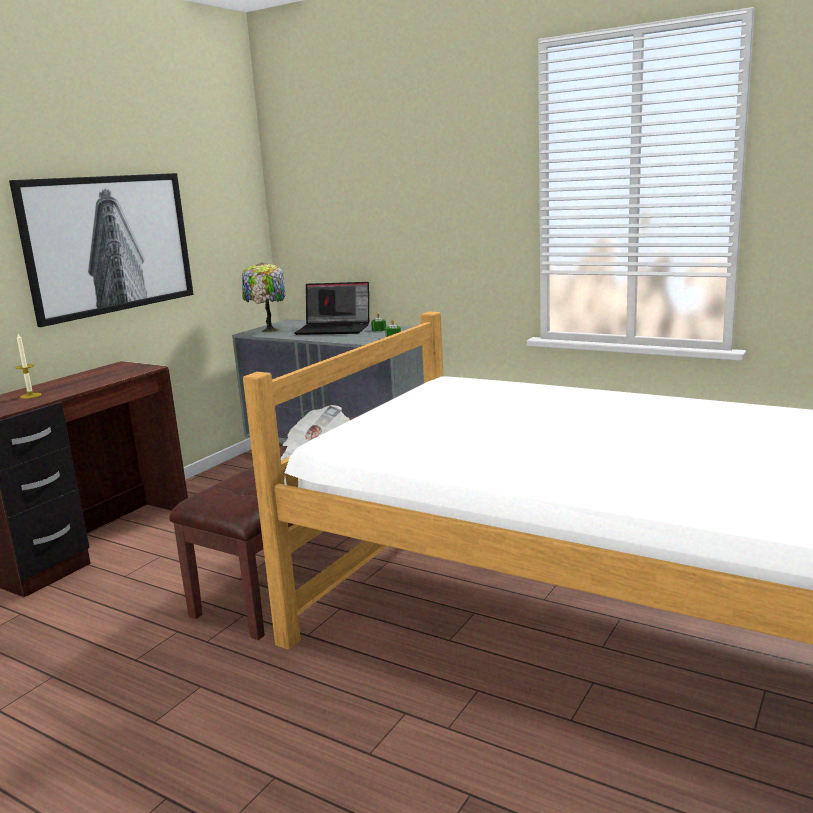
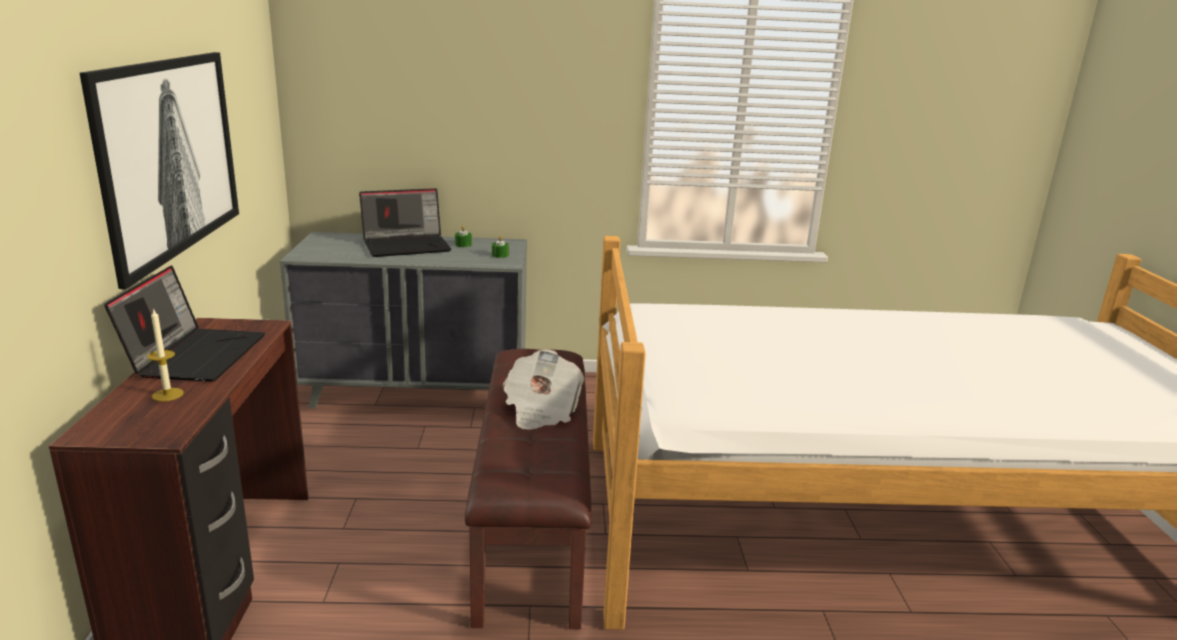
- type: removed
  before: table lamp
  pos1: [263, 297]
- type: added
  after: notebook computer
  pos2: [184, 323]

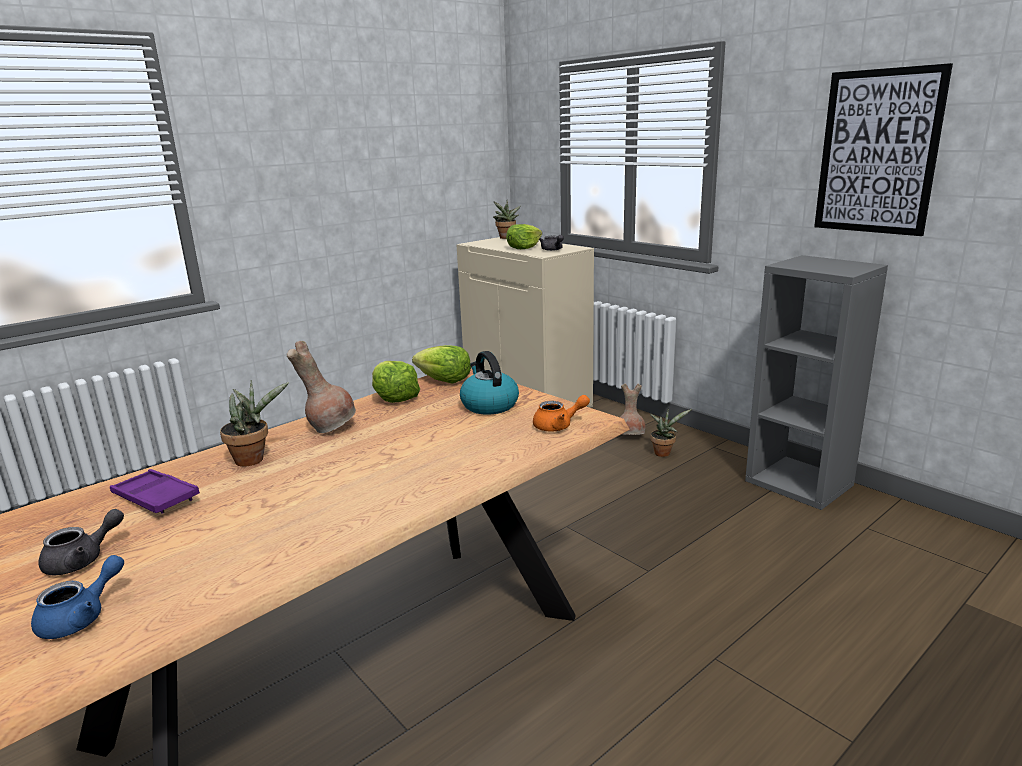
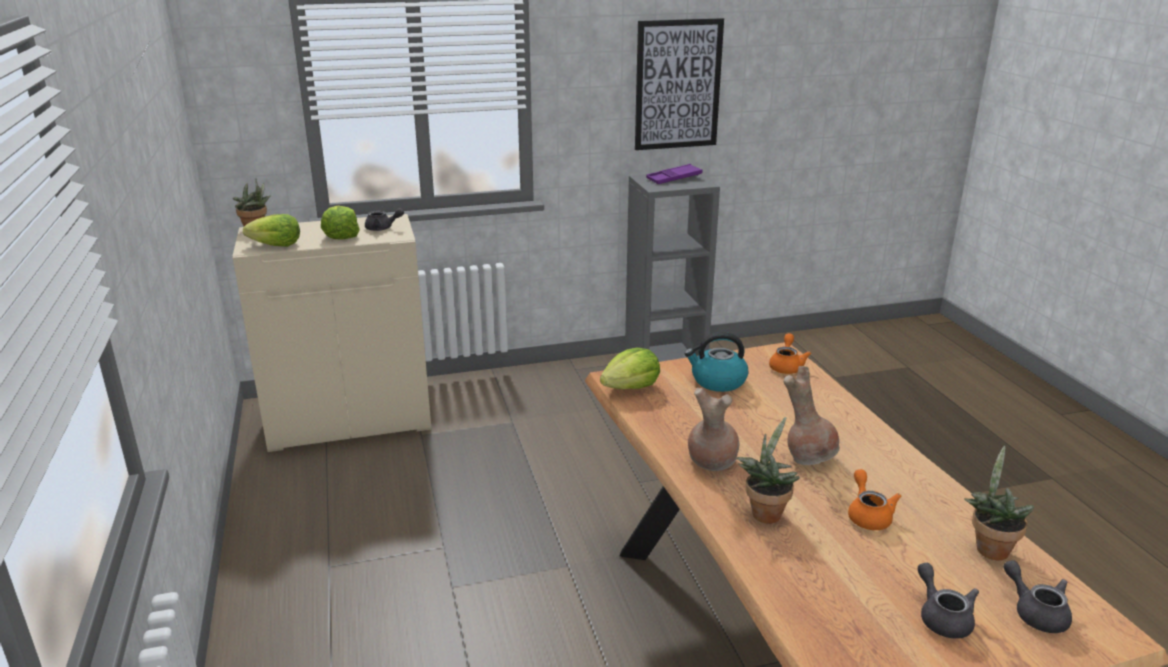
- type: added
  after: orange-coloured pot for tea
  pos2: [874, 499]
- type: moved
  before: purple carrying tray
  pos1: [155, 491]
  pos2: [674, 174]
- type: moved
  before: lettuce
  pos1: [396, 382]
  pos2: [271, 230]
- type: moved
  before: brown vase
  pos1: [632, 409]
  pos2: [811, 415]
- type: moved
  before: potted plant
  pos1: [671, 432]
  pos2: [999, 503]
- type: recoloured
  before: blue-coloured pot for tea
  after: greyish pot for tea
  pos1: [77, 597]
  pos2: [1037, 596]

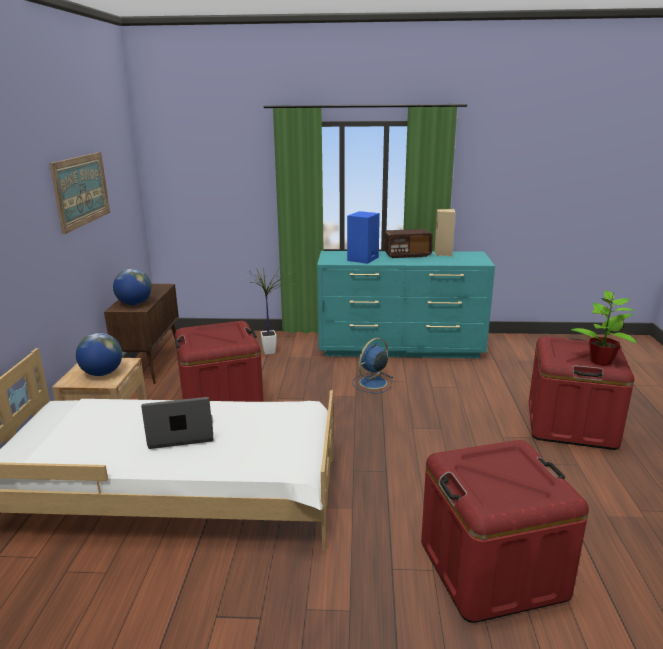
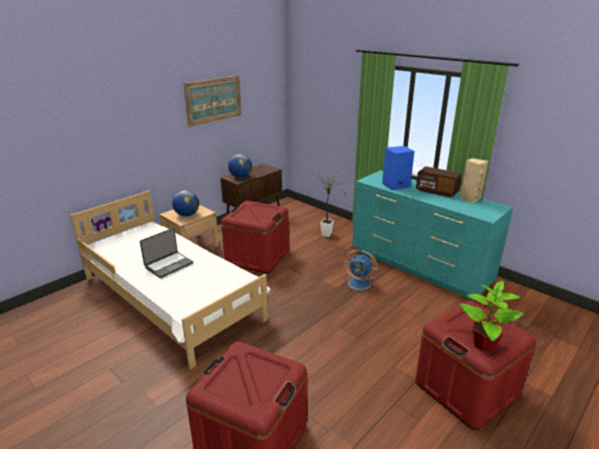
- type: turned
  before: notebook computer
  pos1: [177, 423]
  pos2: [166, 253]
  turn: 105
- type: turned
  before: blue-coloured fan
  pos1: [373, 365]
  pos2: [360, 271]
  turn: -150

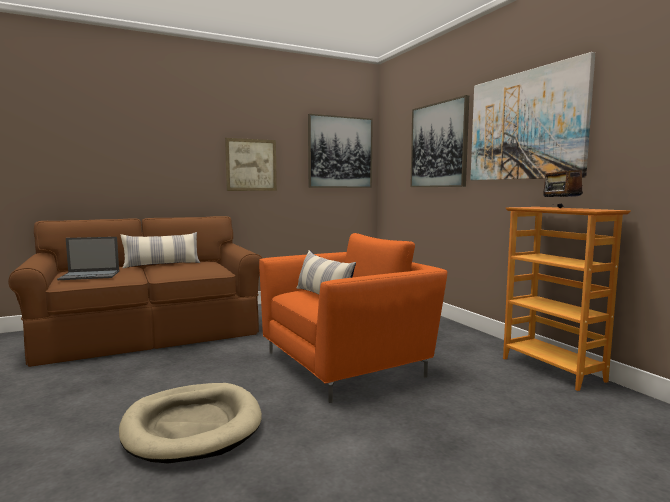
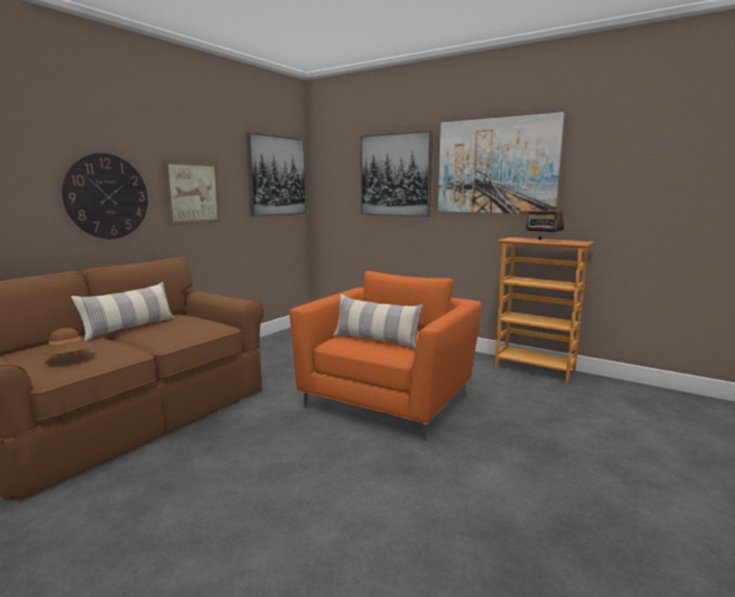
- type: removed
  before: beige-coloured dog bed
  pos1: [190, 423]
- type: added
  after: wall clock
  pos2: [105, 196]
- type: replaced
  before: notebook computer
  after: brown clothing hat
  pos1: [88, 258]
  pos2: [66, 341]

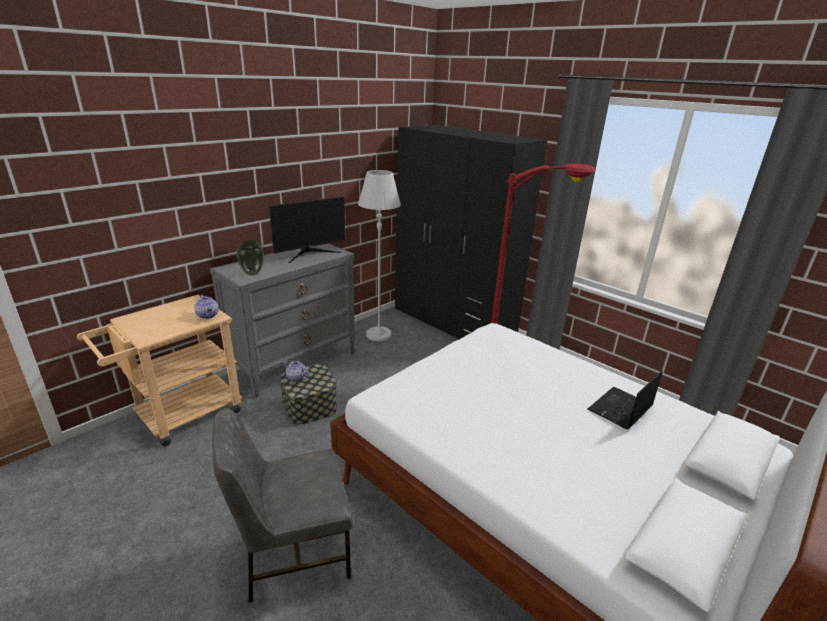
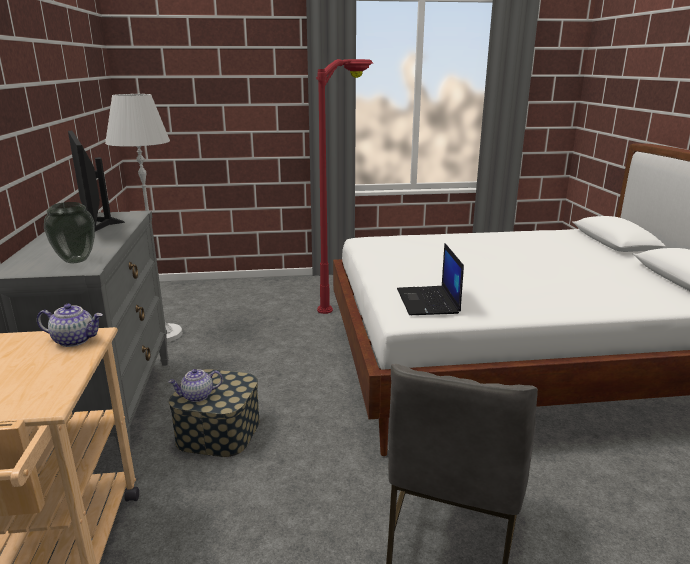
- type: removed
  before: black wardrobe
  pos1: [471, 232]
- type: moved
  before: notebook computer
  pos1: [625, 400]
  pos2: [430, 279]
- type: turned
  before: computer display
  pos1: [307, 229]
  pos2: [96, 181]
  turn: 150

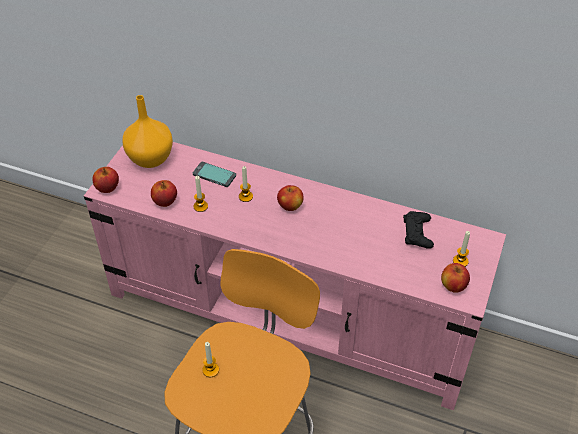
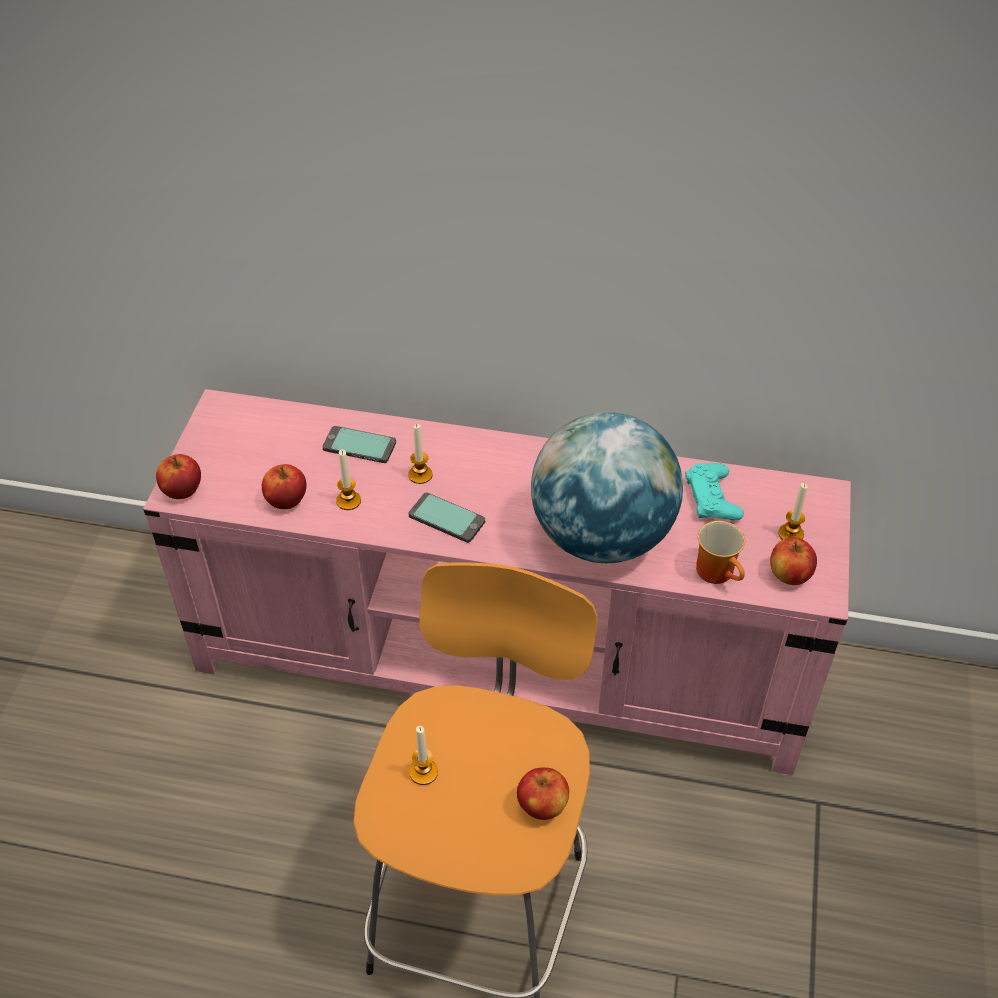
- type: removed
  before: orange-coloured vase
  pos1: [147, 131]
- type: added
  after: telephone
  pos2: [446, 517]
- type: added
  after: desk globe
  pos2: [607, 487]
- type: added
  after: coffee mug
  pos2: [720, 552]
- type: moved
  before: whole apple
  pos1: [290, 198]
  pos2: [543, 794]
- type: recoloured
  before: black gamepad
  after: blue-green gamepad
  pos1: [418, 230]
  pos2: [714, 492]

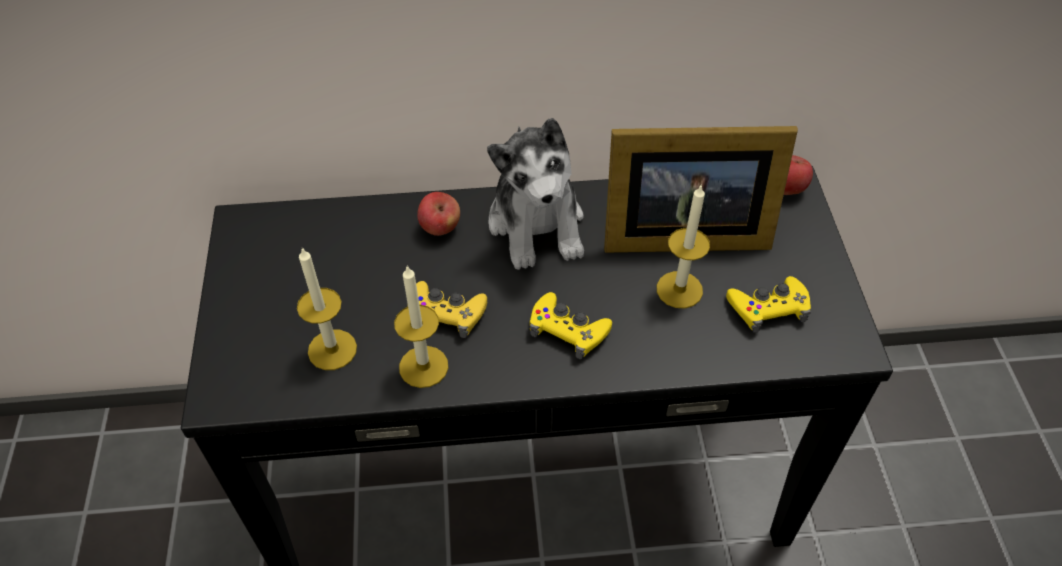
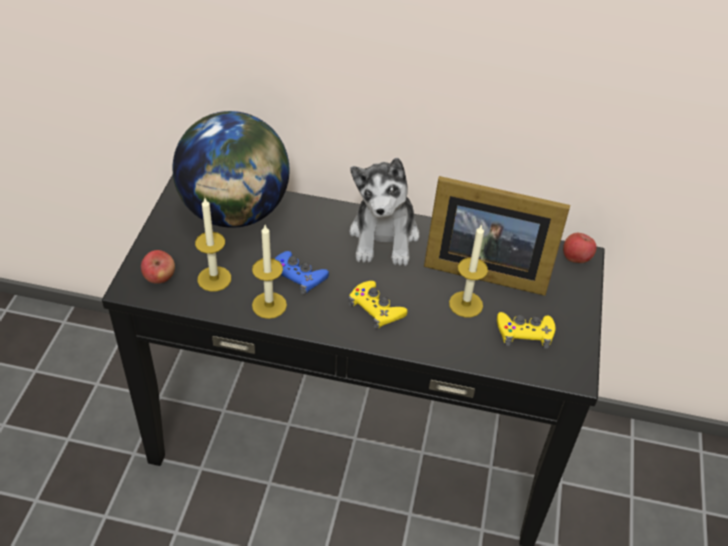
- type: added
  after: desk globe
  pos2: [231, 169]
- type: moved
  before: whole apple
  pos1: [438, 214]
  pos2: [158, 267]
- type: recoloured
  before: yellow gamepad
  after: blue-coloured gamepad
  pos1: [447, 309]
  pos2: [301, 273]

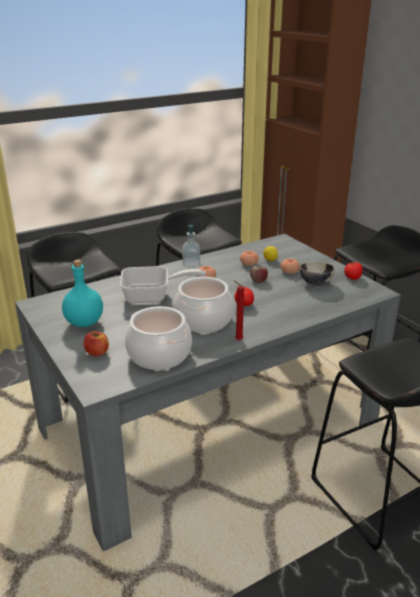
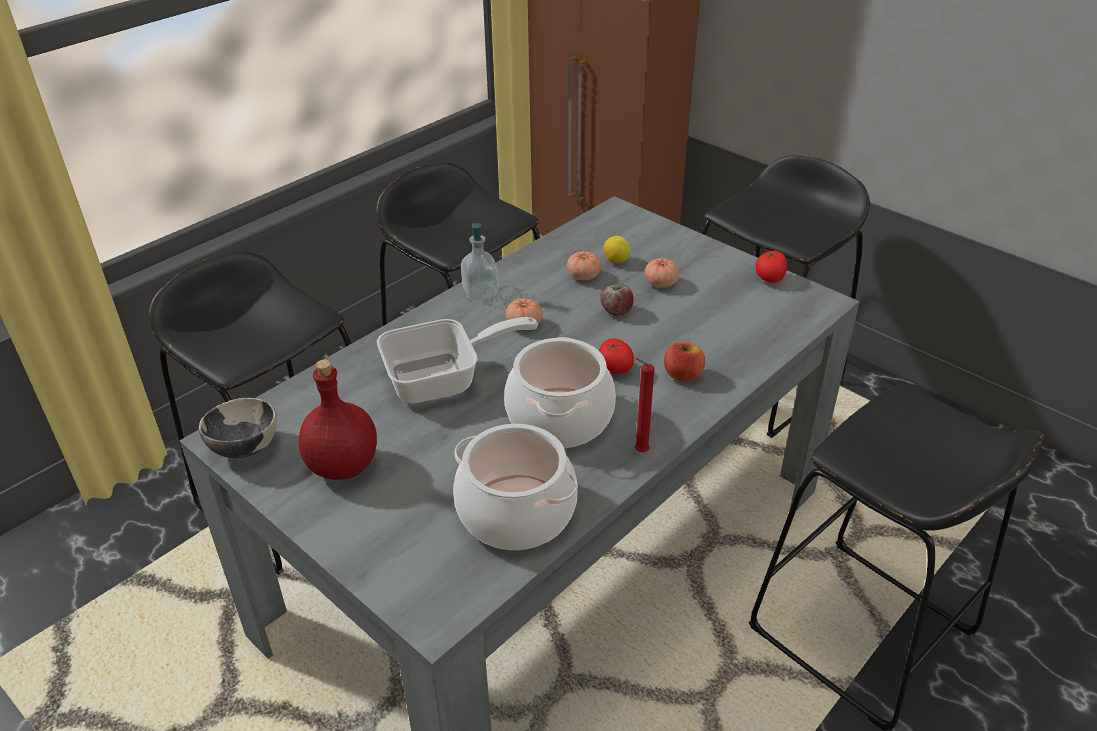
- type: moved
  before: whole apple
  pos1: [96, 343]
  pos2: [684, 362]
- type: moved
  before: bowl
  pos1: [317, 274]
  pos2: [238, 428]
- type: recoloured
  before: blue-green drink bottle
  after: reddish drink bottle
  pos1: [82, 293]
  pos2: [338, 419]

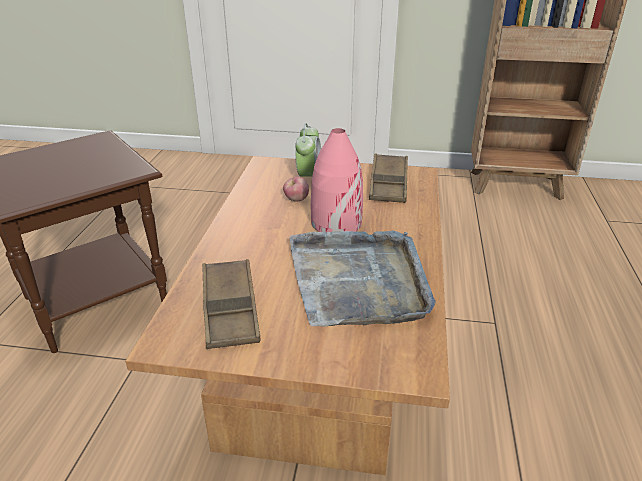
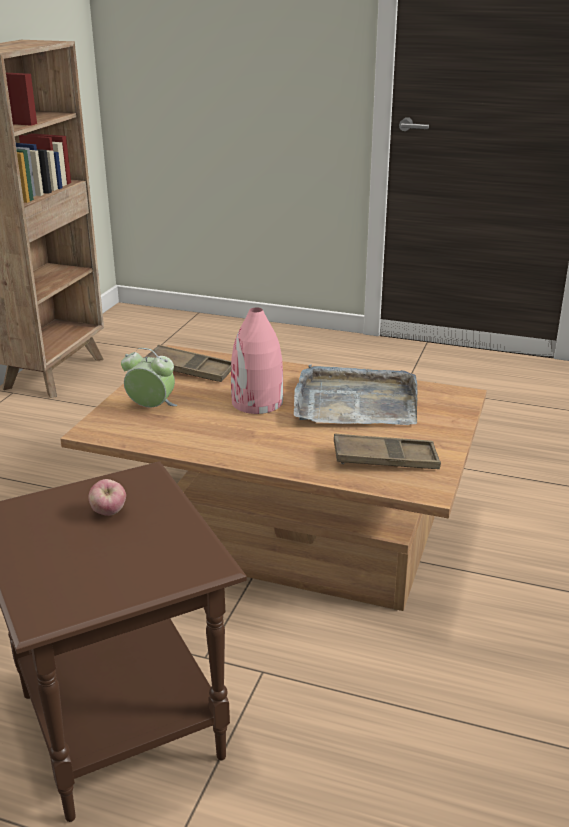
- type: moved
  before: whole apple
  pos1: [296, 189]
  pos2: [107, 497]

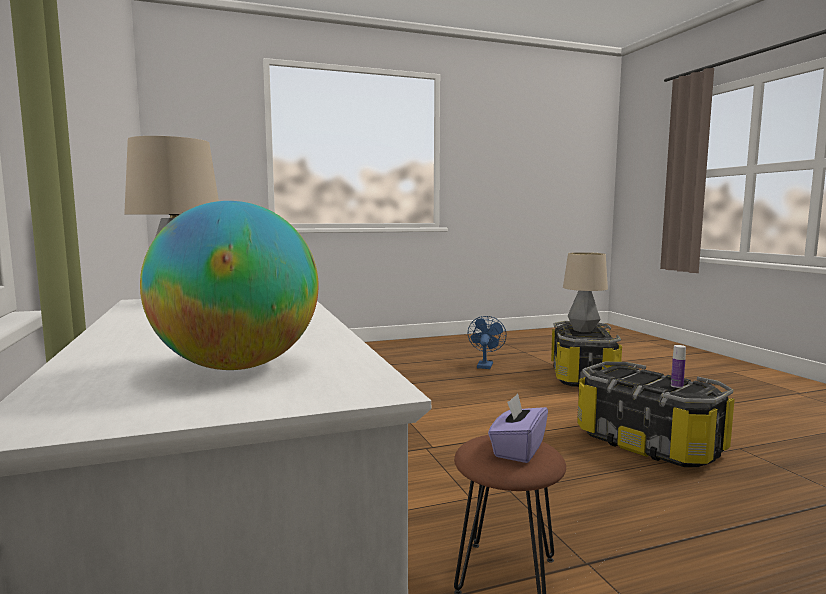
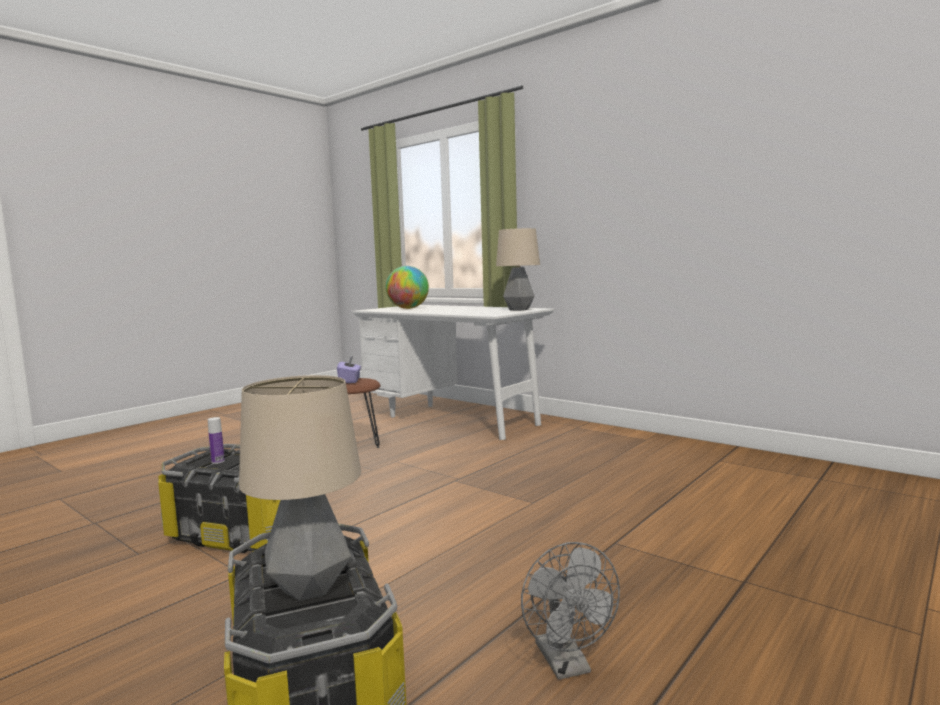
- type: recoloured
  before: blue-coloured fan
  after: greyish fan
  pos1: [487, 342]
  pos2: [570, 611]

